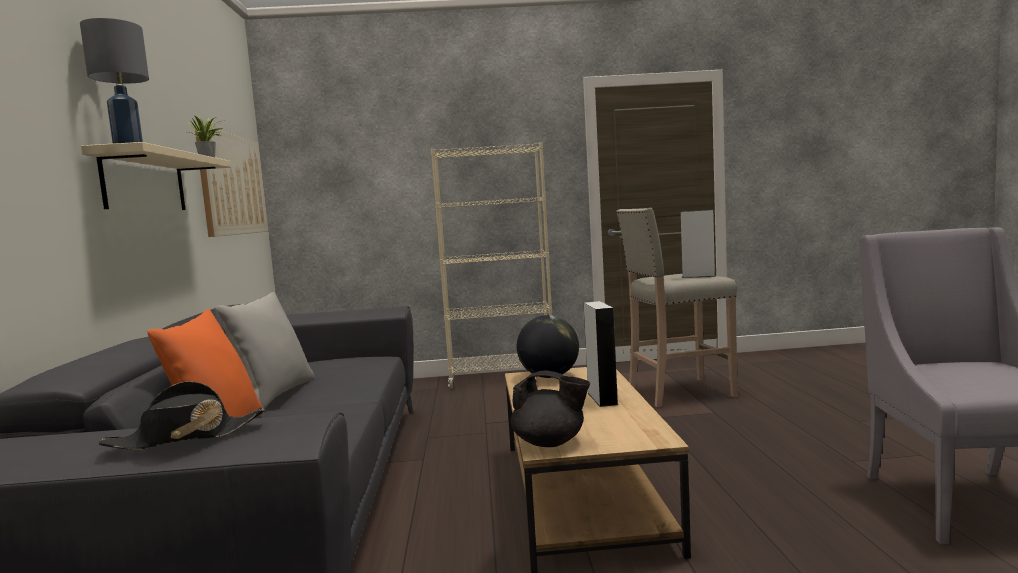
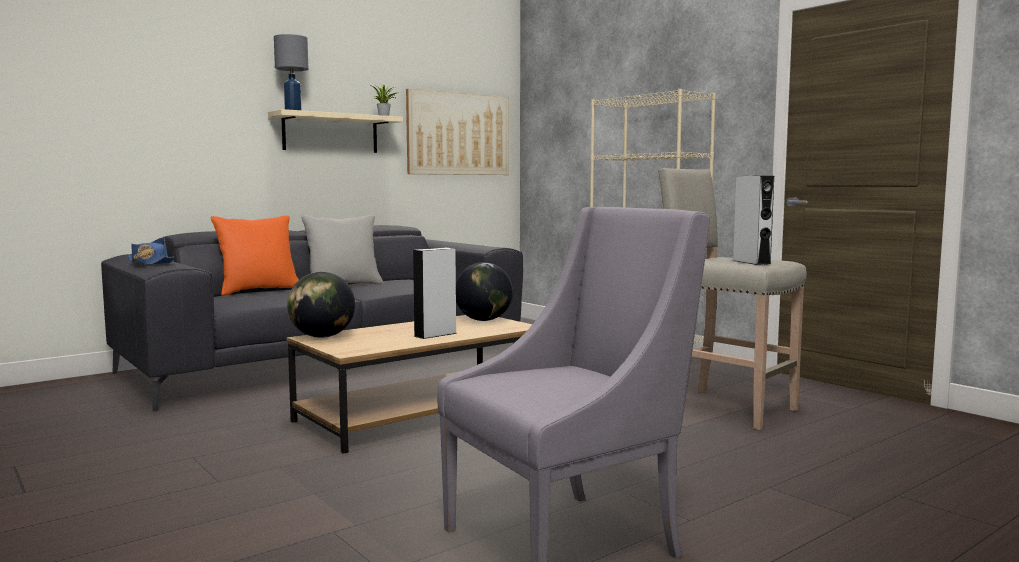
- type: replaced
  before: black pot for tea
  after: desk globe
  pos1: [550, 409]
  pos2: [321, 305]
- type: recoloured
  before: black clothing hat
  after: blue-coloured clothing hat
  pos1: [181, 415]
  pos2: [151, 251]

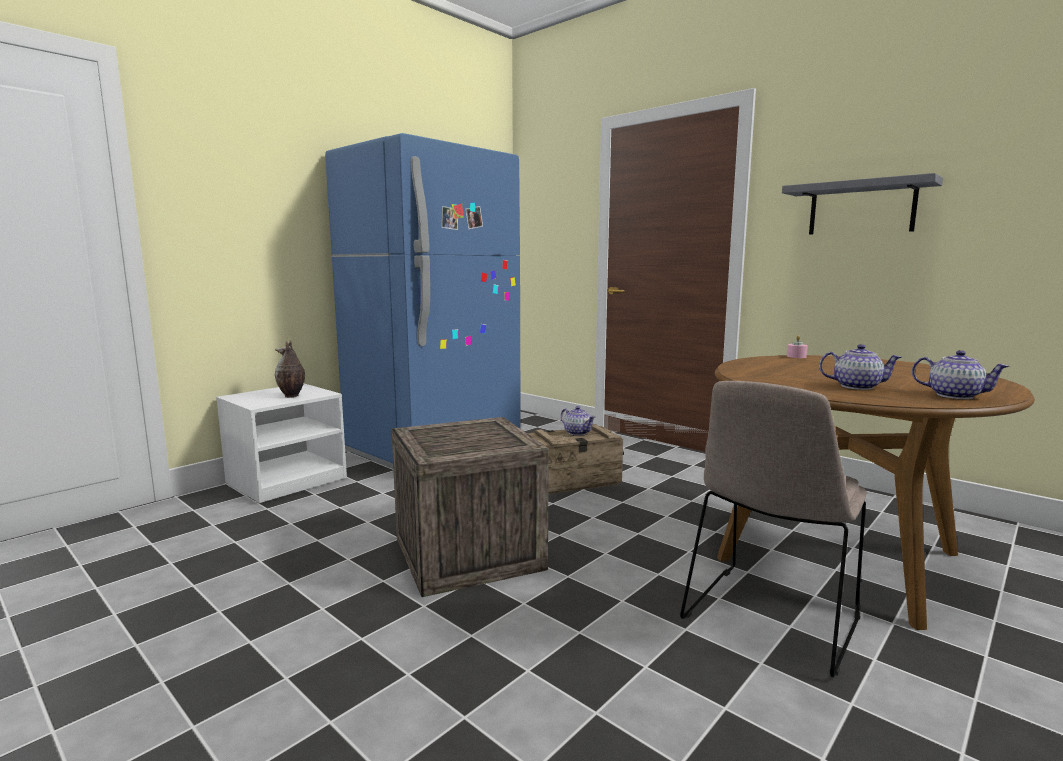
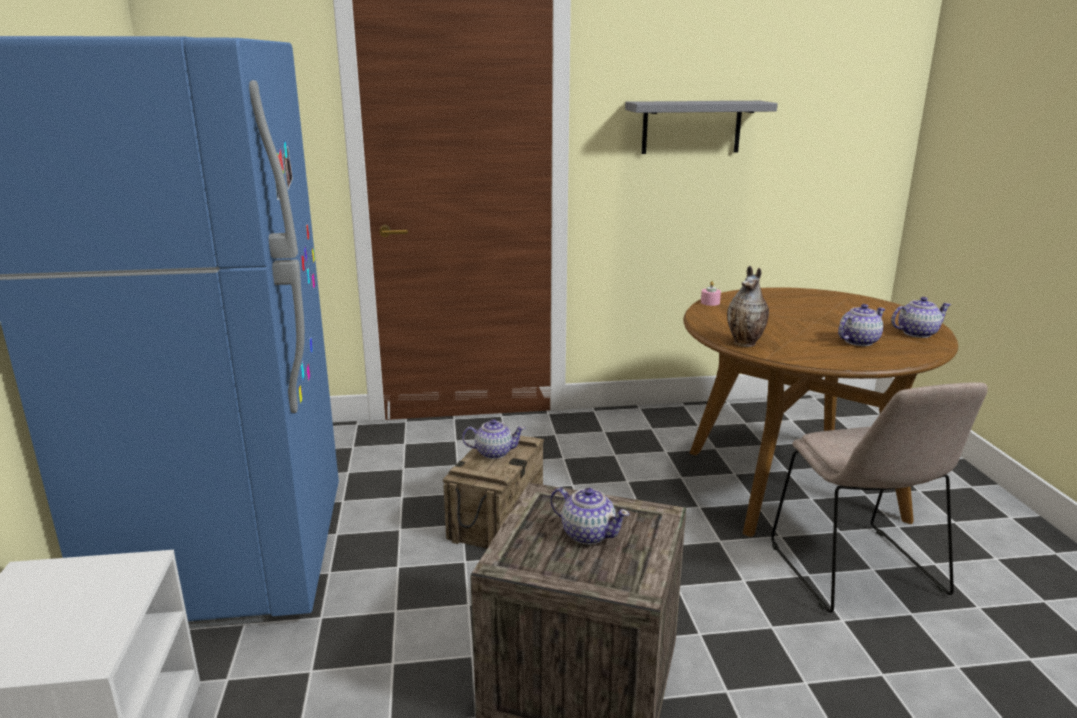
- type: added
  after: pot for tea
  pos2: [589, 516]
- type: moved
  before: vase
  pos1: [290, 369]
  pos2: [748, 306]

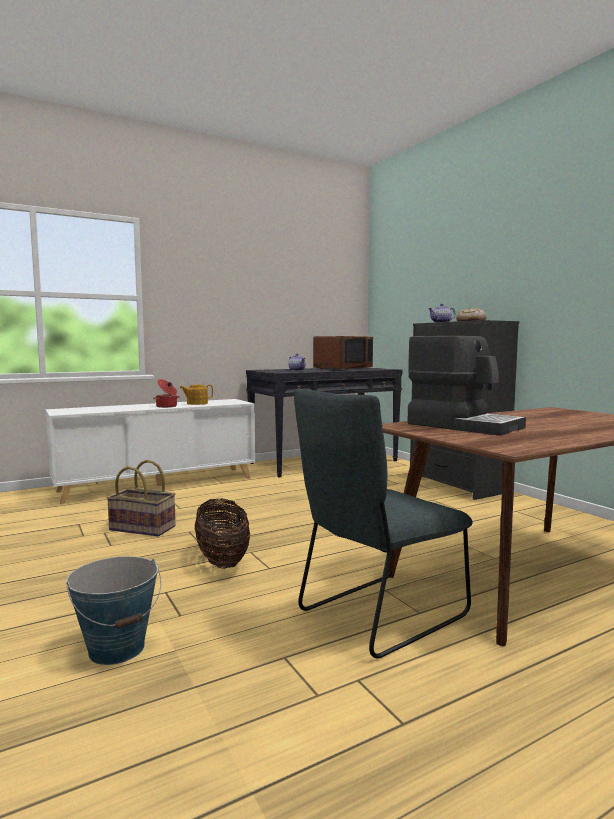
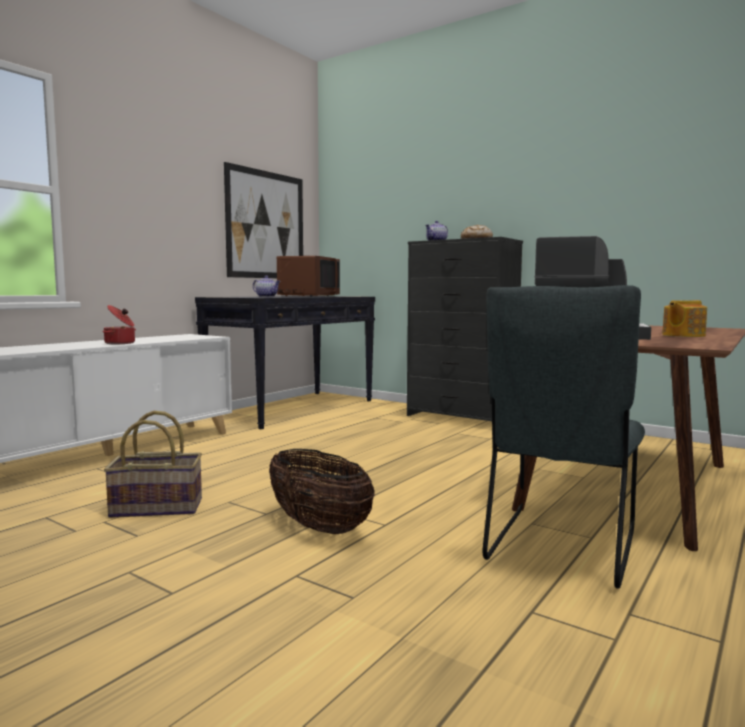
- type: removed
  before: bucket
  pos1: [113, 610]
- type: added
  after: wall picture
  pos2: [263, 220]
- type: moved
  before: pot for tea
  pos1: [196, 395]
  pos2: [684, 318]

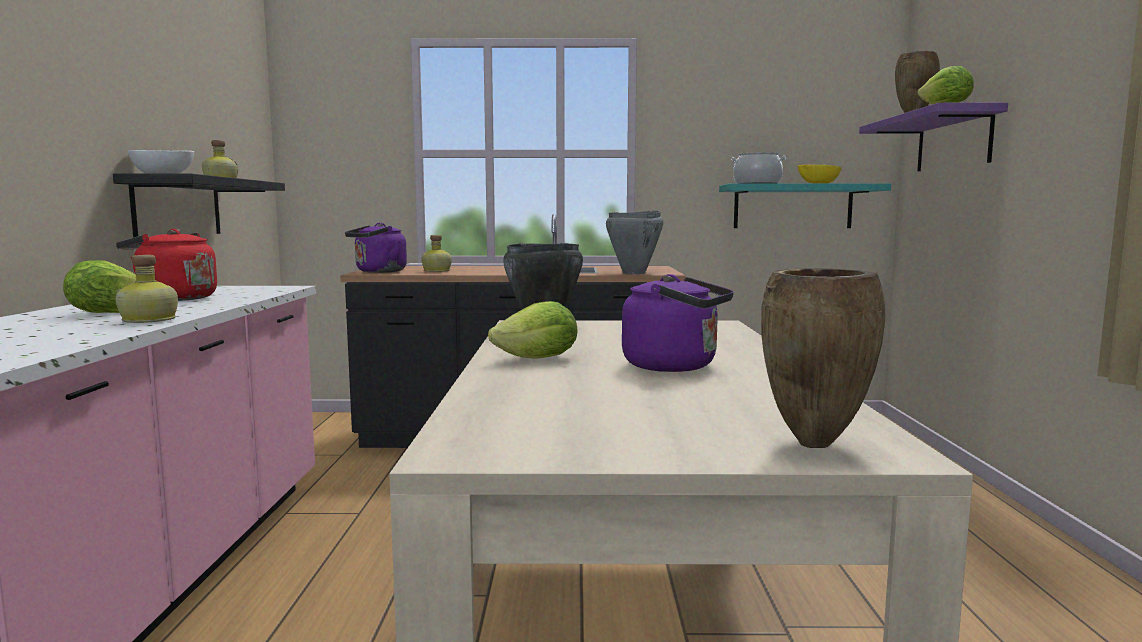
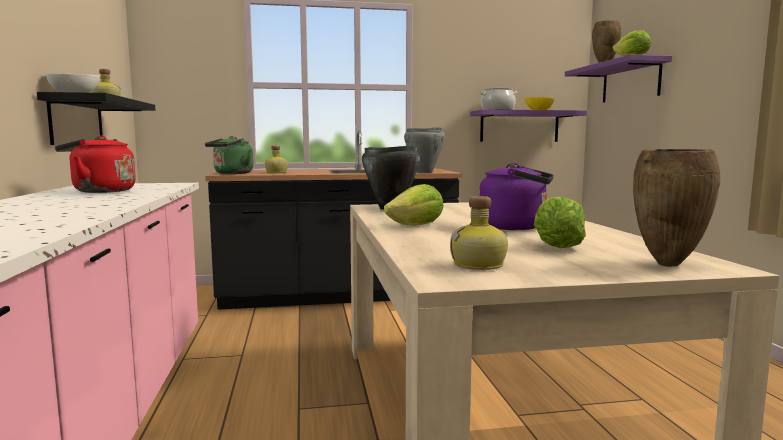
- type: moved
  before: lettuce
  pos1: [99, 286]
  pos2: [560, 222]
- type: moved
  before: drink bottle
  pos1: [147, 289]
  pos2: [479, 233]
- type: recoloured
  before: purple tea kettle
  after: green tea kettle
  pos1: [376, 248]
  pos2: [229, 155]
- type: recoloured
  before: blue-green bracket shelf
  after: purple bracket shelf
  pos1: [805, 205]
  pos2: [528, 125]

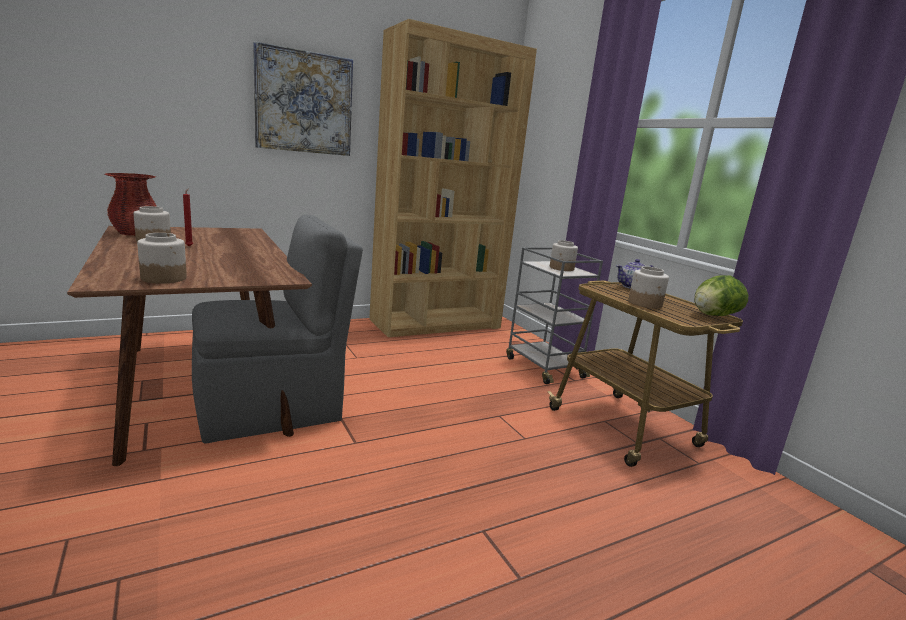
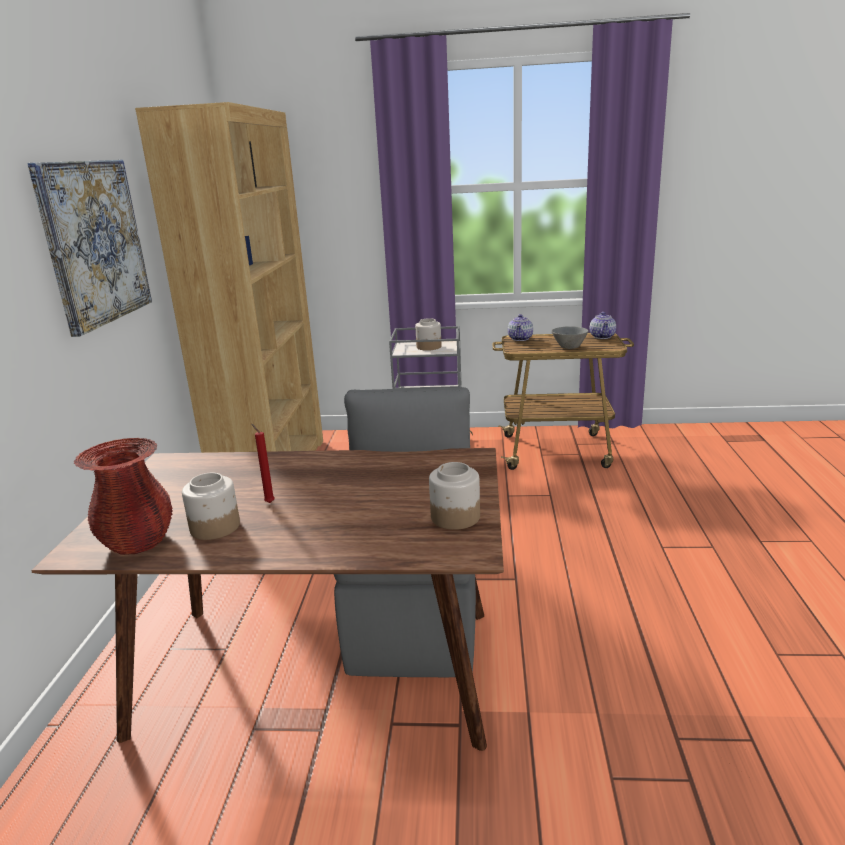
- type: replaced
  before: preserve jar
  after: greyish bowl
  pos1: [648, 287]
  pos2: [570, 337]
- type: replaced
  before: lettuce
  after: pot for tea
  pos1: [721, 295]
  pos2: [603, 325]

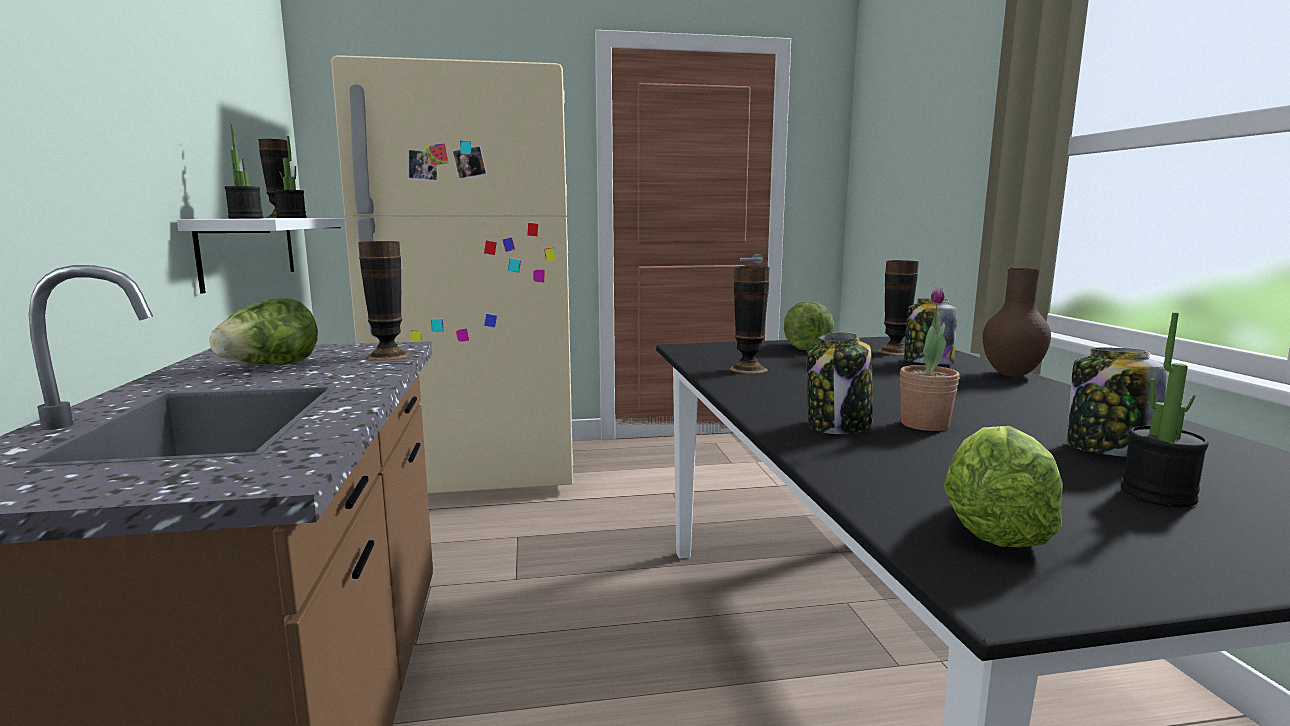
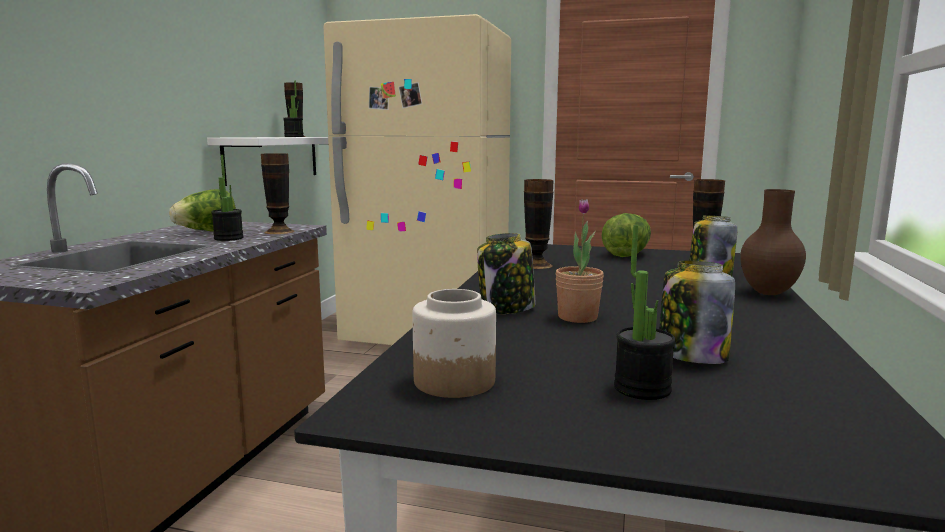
- type: moved
  before: potted plant
  pos1: [244, 171]
  pos2: [227, 198]
- type: replaced
  before: lettuce
  after: preserve jar
  pos1: [1003, 486]
  pos2: [454, 343]

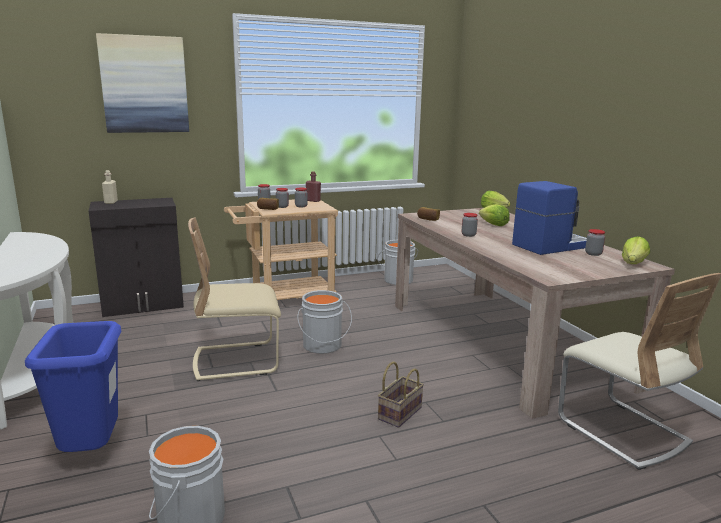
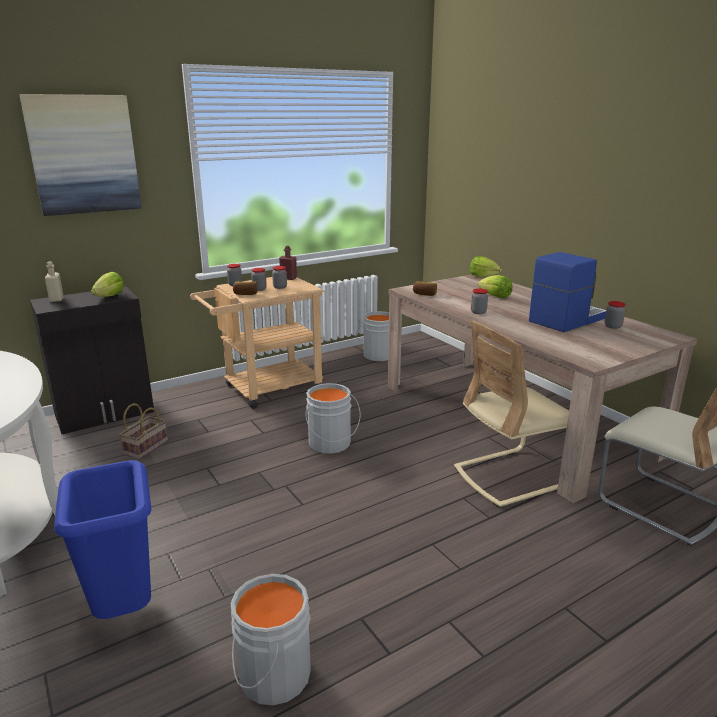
- type: moved
  before: beige-coloured plain chair
  pos1: [234, 299]
  pos2: [511, 414]
- type: moved
  before: basket
  pos1: [401, 394]
  pos2: [143, 431]
- type: moved
  before: lettuce
  pos1: [636, 250]
  pos2: [107, 284]

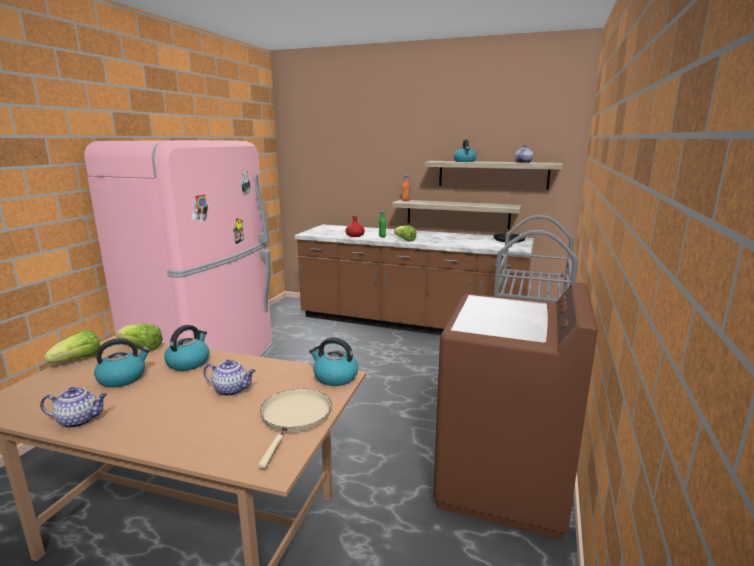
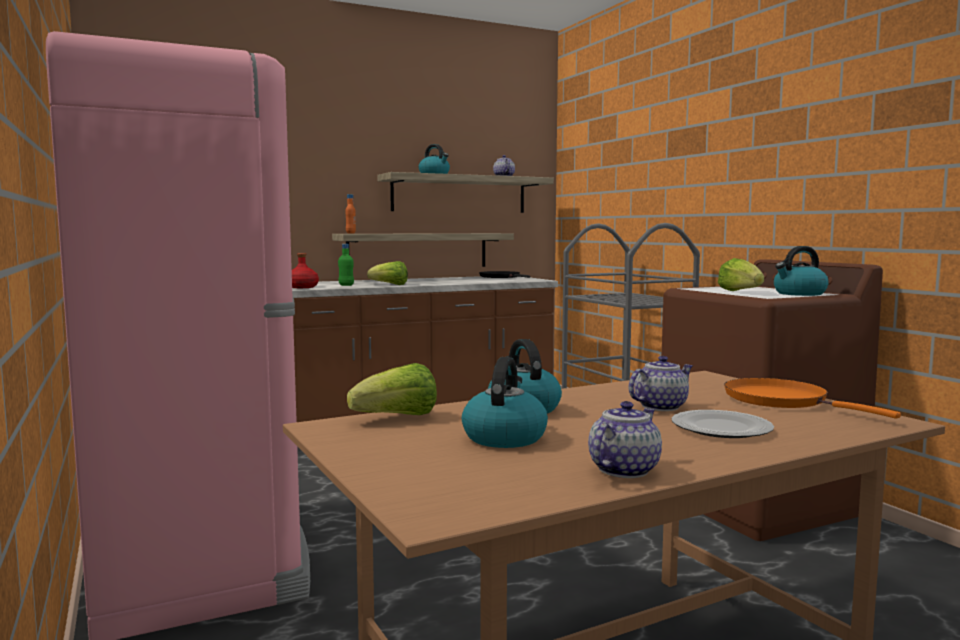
- type: added
  after: dinner plate
  pos2: [723, 424]
- type: moved
  before: lettuce
  pos1: [72, 347]
  pos2: [741, 274]
- type: moved
  before: tea kettle
  pos1: [333, 361]
  pos2: [801, 271]
- type: recoloured
  before: beige-coloured pan
  after: orange-coloured pan
  pos1: [295, 428]
  pos2: [812, 398]

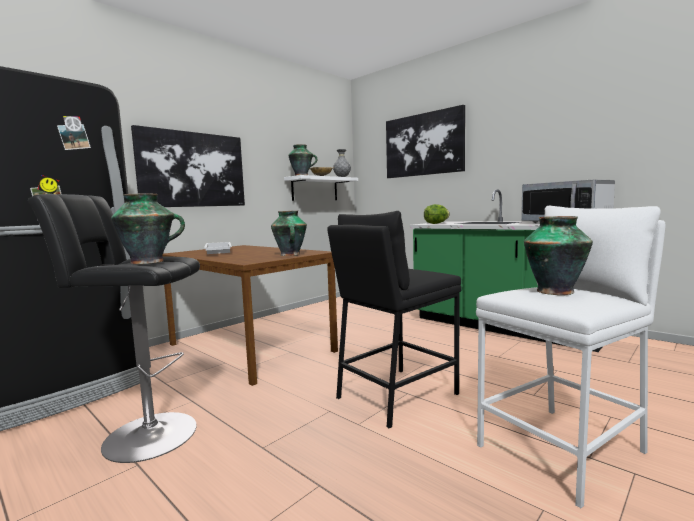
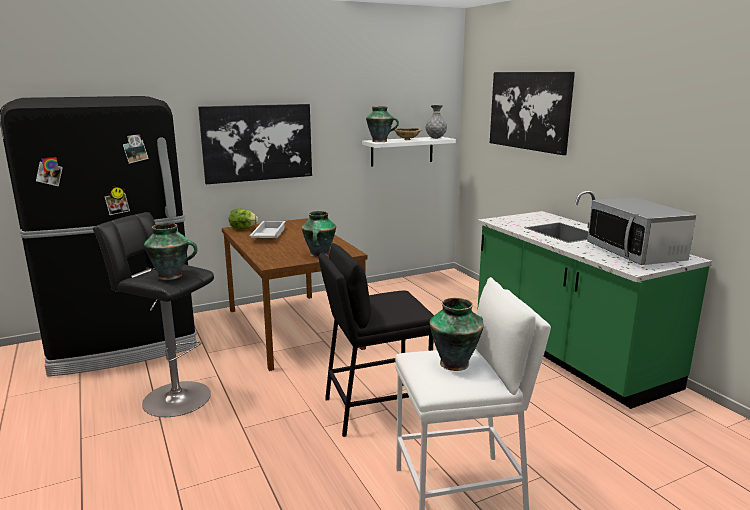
- type: moved
  before: lettuce
  pos1: [437, 214]
  pos2: [243, 218]

